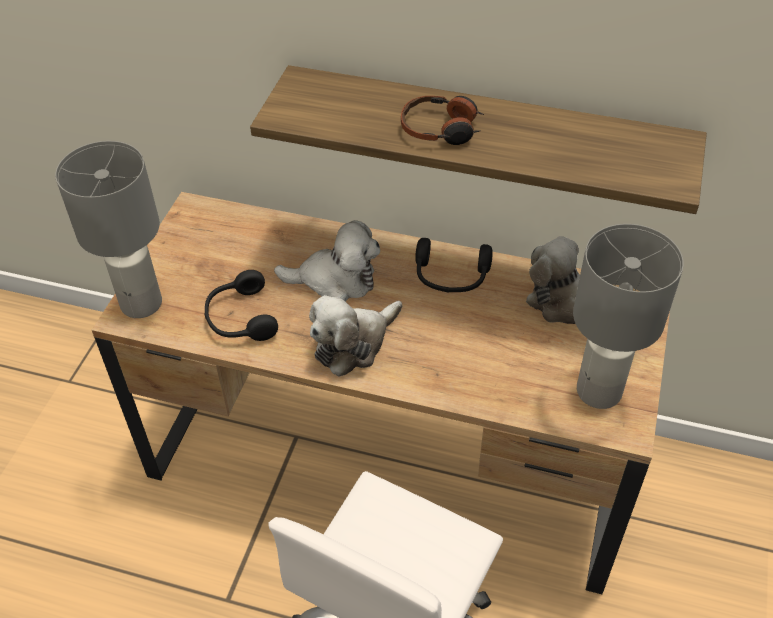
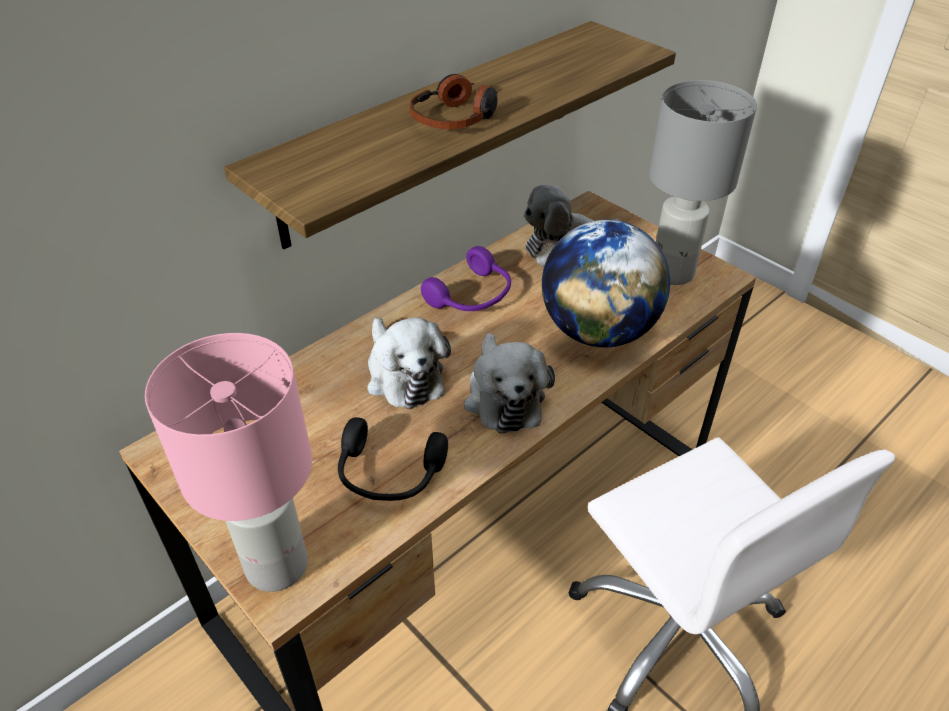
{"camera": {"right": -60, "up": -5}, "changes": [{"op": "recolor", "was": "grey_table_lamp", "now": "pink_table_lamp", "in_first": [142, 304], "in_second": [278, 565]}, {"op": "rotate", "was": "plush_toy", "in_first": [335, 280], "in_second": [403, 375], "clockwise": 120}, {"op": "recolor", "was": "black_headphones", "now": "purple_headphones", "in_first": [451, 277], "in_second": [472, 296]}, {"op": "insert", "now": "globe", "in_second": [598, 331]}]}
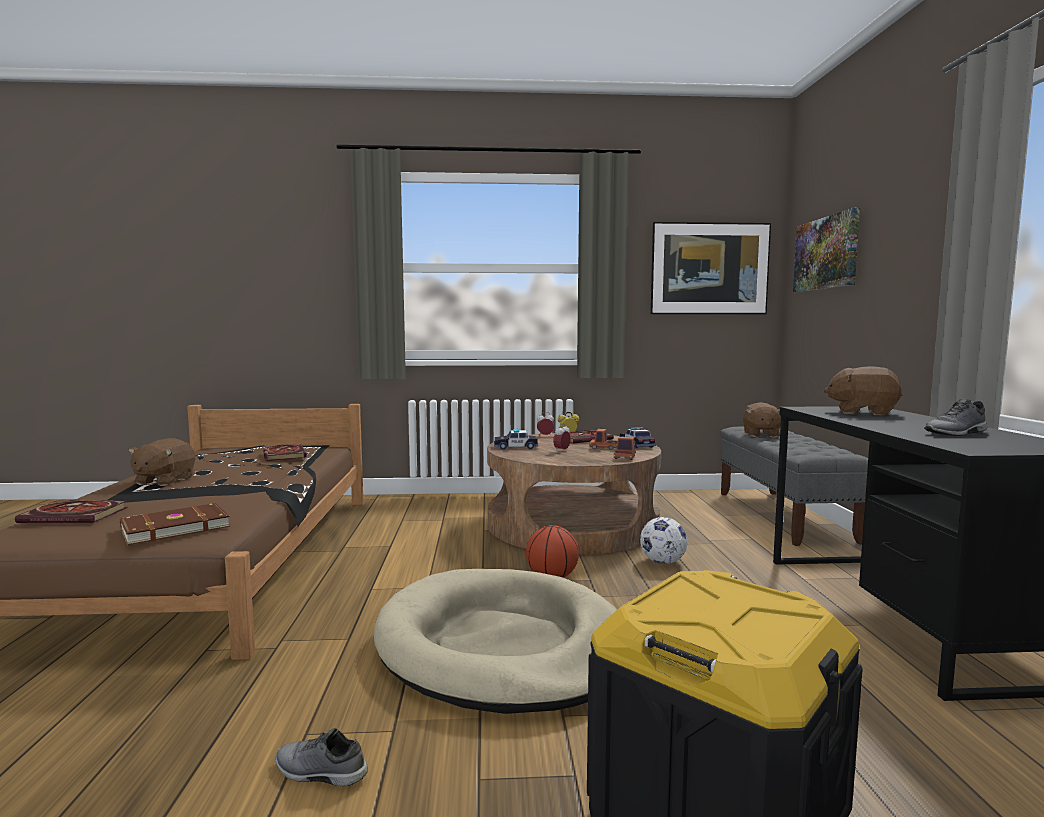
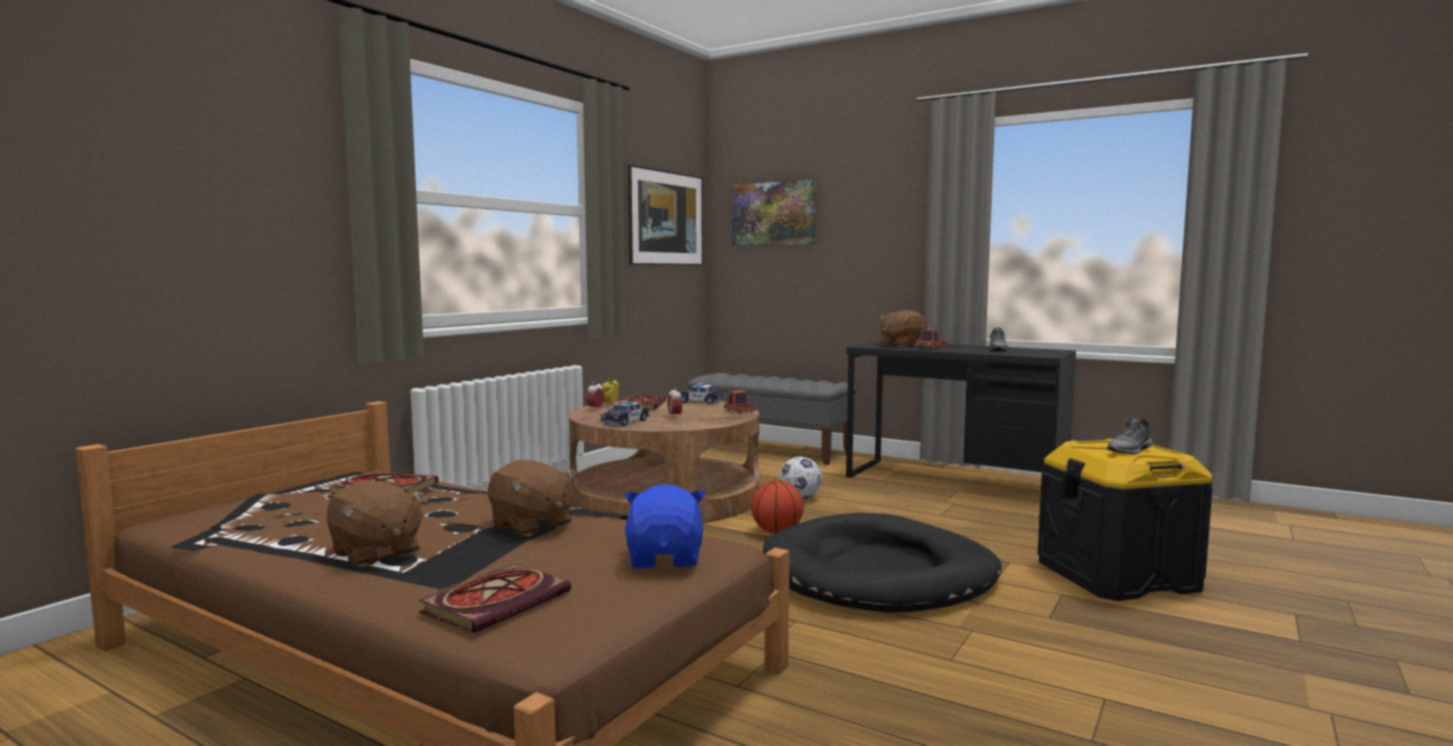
{"camera": {"right": -55, "up": 0}, "changes": [{"op": "replace", "was": "brown_book", "now": "blue_plush_toy", "in_first": [174, 527], "in_second": [665, 558]}, {"op": "move", "was": "grey_shoe", "in_first": [319, 773], "in_second": [1130, 450]}, {"op": "recolor", "was": "beige_dog_bed", "now": "black_dog_bed", "in_first": [503, 646], "in_second": [880, 573]}, {"op": "move", "was": "toy_truck", "in_first": [604, 448], "in_second": [931, 347]}, {"op": "move", "was": "brown_plush_toy", "in_first": [760, 434], "in_second": [531, 525]}]}
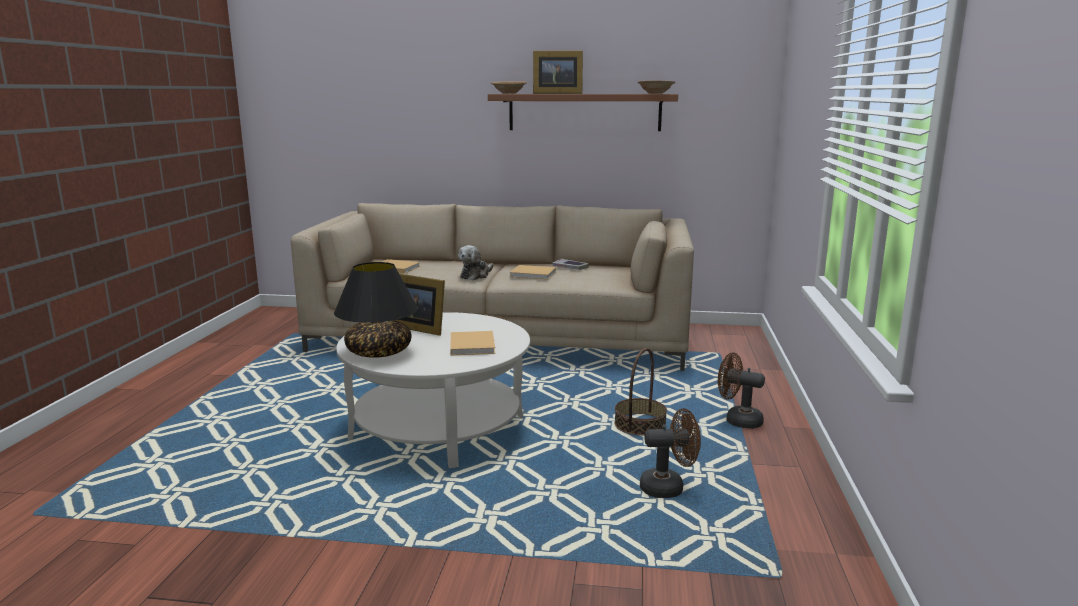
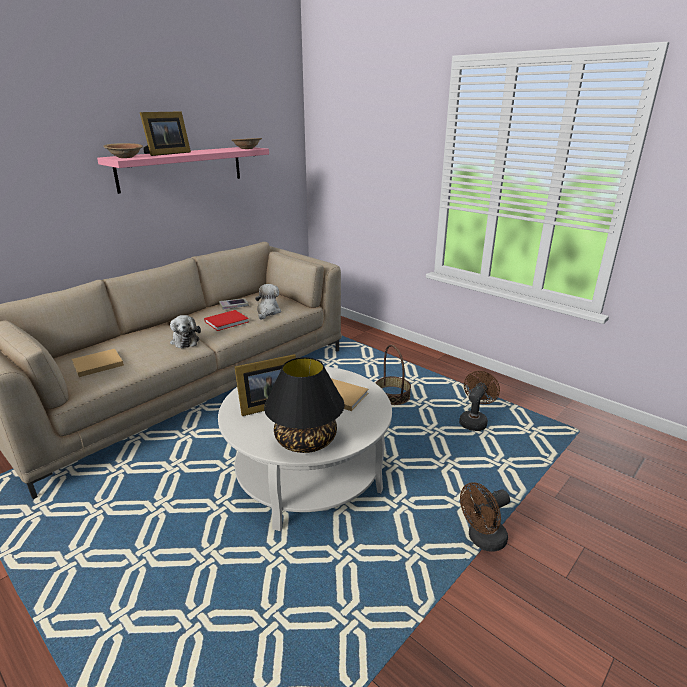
{"camera": {"right": -55, "up": 10}, "changes": [{"op": "recolor", "was": "brown_shelf", "now": "pink_shelf", "in_first": [584, 112], "in_second": [181, 168]}, {"op": "recolor", "was": "beige_book", "now": "red_book", "in_first": [534, 274], "in_second": [228, 321]}, {"op": "move", "was": "brown_fan", "in_first": [737, 420], "in_second": [482, 540]}, {"op": "insert", "now": "plush_toy", "in_second": [268, 312]}]}
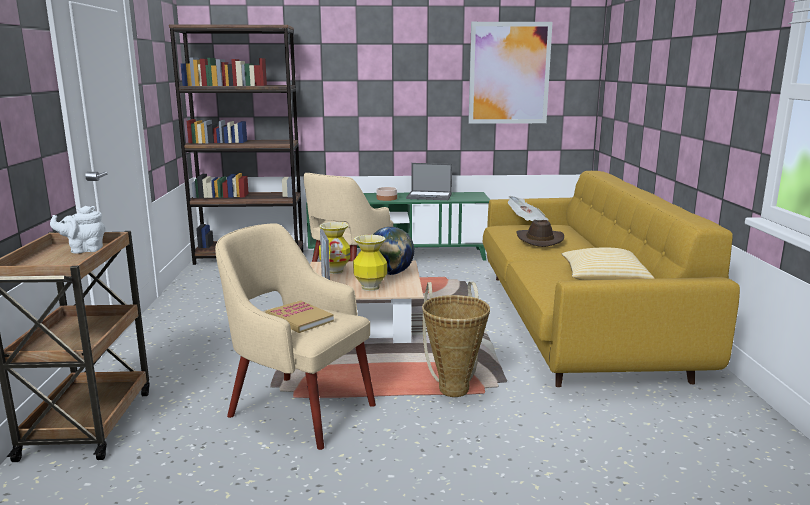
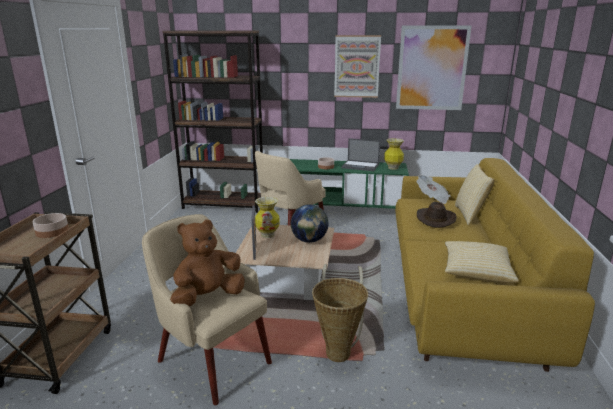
{"camera": {"right": 10, "up": 5}, "changes": [{"op": "replace", "was": "white_teapot", "now": "bowl", "in_first": [84, 250], "in_second": [52, 231]}, {"op": "replace", "was": "book", "now": "brown_plush_toy", "in_first": [299, 319], "in_second": [208, 297]}, {"op": "move", "was": "vase", "in_first": [370, 288], "in_second": [393, 168]}, {"op": "insert", "now": "picture", "in_second": [357, 66]}, {"op": "insert", "now": "pillow", "in_second": [470, 215]}]}
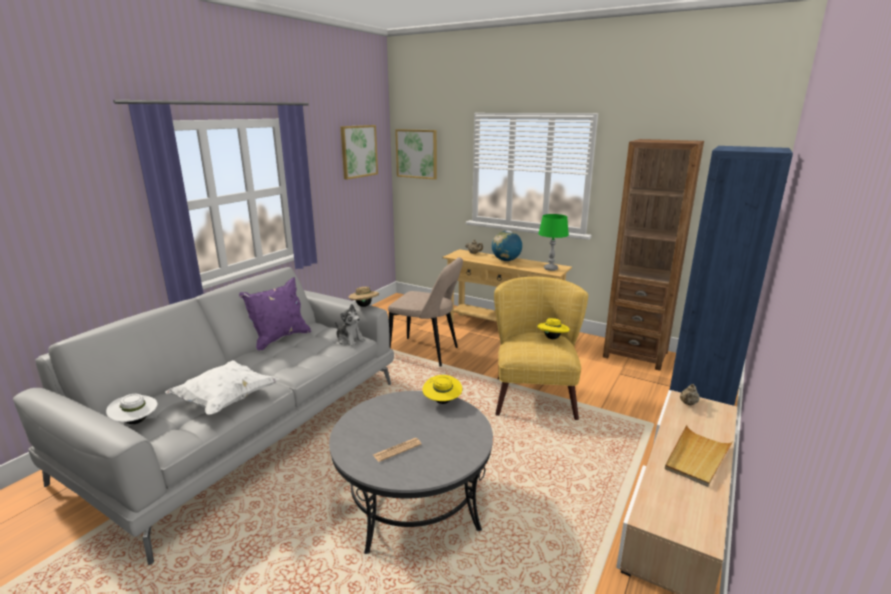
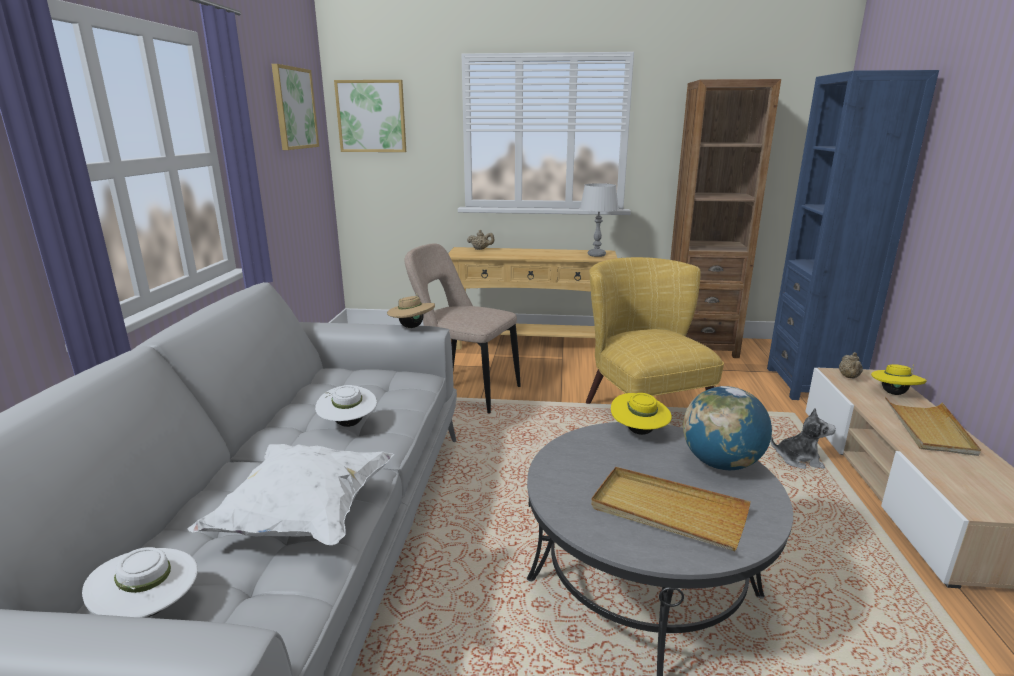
{"camera": {"right": -25, "up": 0}, "changes": [{"op": "delete", "was": "purple_pillow", "in_first": [280, 338]}, {"op": "move", "was": "plush_toy", "in_first": [349, 340], "in_second": [799, 460]}, {"op": "replace", "was": "newspaper", "now": "beige_tray", "in_first": [397, 450], "in_second": [667, 512]}, {"op": "rotate", "was": "beige_chair", "in_first": [426, 353], "in_second": [464, 391], "clockwise": -150}, {"op": "move", "was": "globe", "in_first": [506, 260], "in_second": [721, 463]}, {"op": "move", "was": "yellow_hat", "in_first": [552, 338], "in_second": [894, 393]}, {"op": "recolor", "was": "green_table_lamp", "now": "grey_table_lamp", "in_first": [550, 269], "in_second": [596, 255]}, {"op": "insert", "now": "white_hat", "in_second": [348, 424]}]}
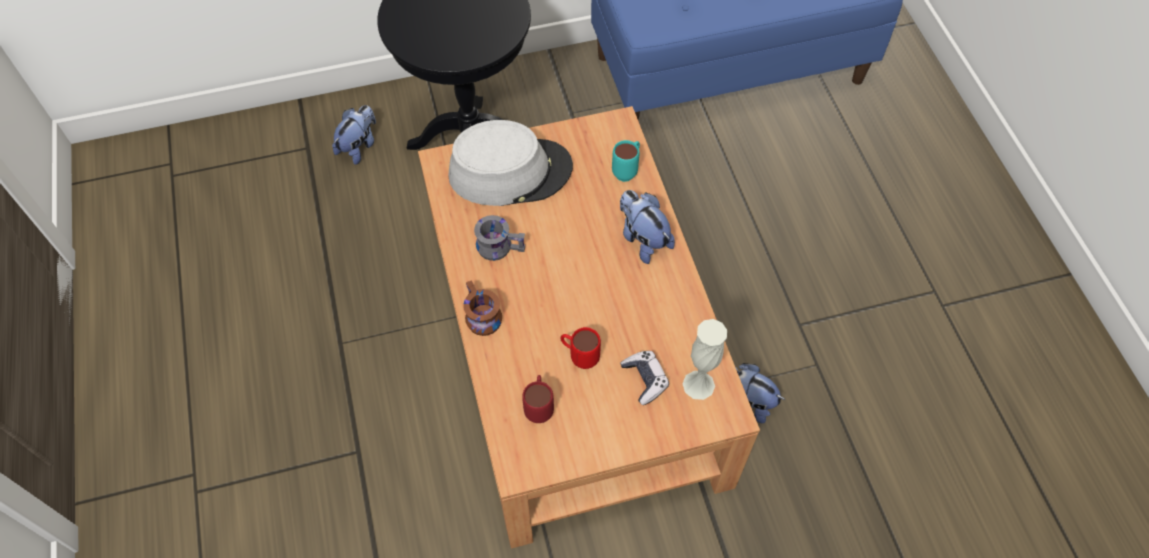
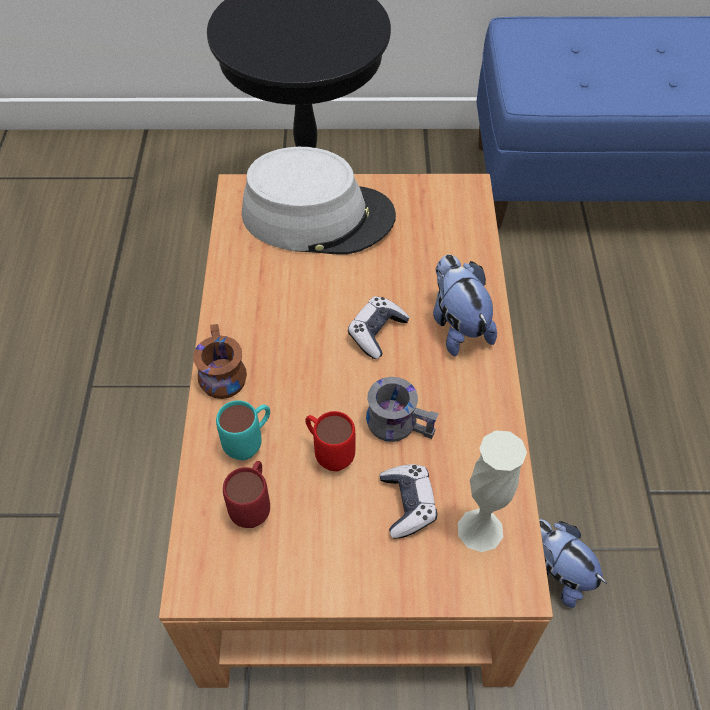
{"camera": {"right": 15, "up": -5}, "changes": [{"op": "delete", "was": "plush_toy", "in_first": [359, 146]}, {"op": "move", "was": "grey_mug", "in_first": [500, 245], "in_second": [400, 421]}, {"op": "move", "was": "turquoise_mug", "in_first": [627, 171], "in_second": [250, 444]}, {"op": "insert", "now": "game_controller", "in_second": [376, 332]}]}
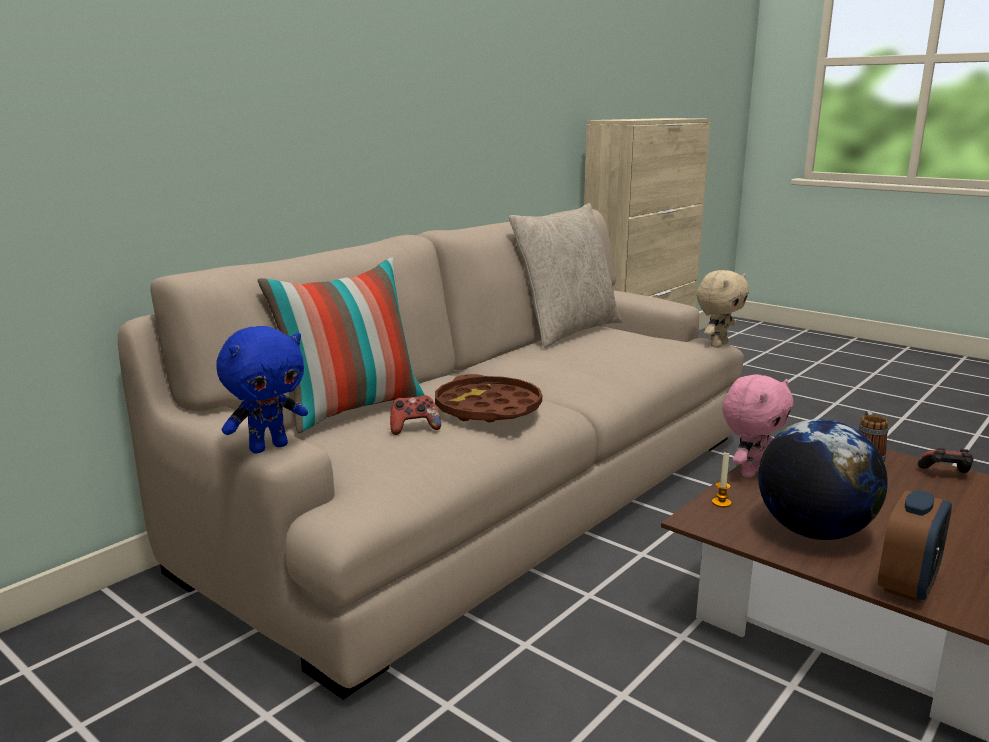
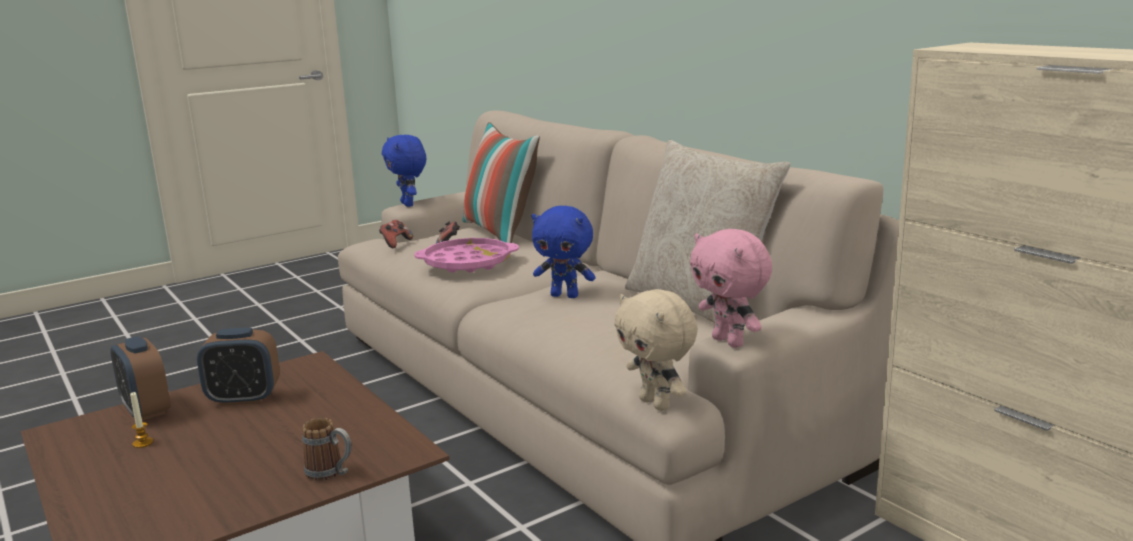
{"camera": {"right": 105, "up": 0}, "changes": [{"op": "recolor", "was": "brown_tray", "now": "pink_tray", "in_first": [488, 409], "in_second": [467, 263]}, {"op": "move", "was": "candle", "in_first": [721, 503], "in_second": [143, 443]}, {"op": "move", "was": "pink_plush_toy", "in_first": [750, 471], "in_second": [729, 342]}, {"op": "replace", "was": "globe", "now": "alarm_clock", "in_first": [813, 532], "in_second": [244, 398]}, {"op": "move", "was": "game_controller", "in_first": [945, 474], "in_second": [395, 243]}, {"op": "insert", "now": "blue_plush_toy", "in_second": [565, 295]}]}
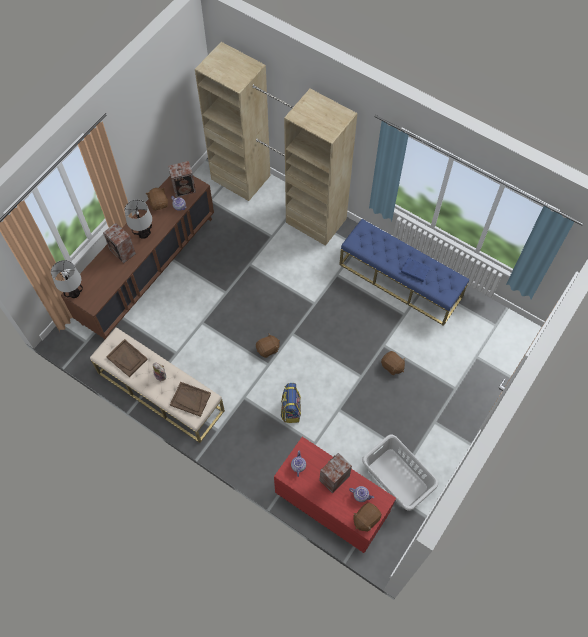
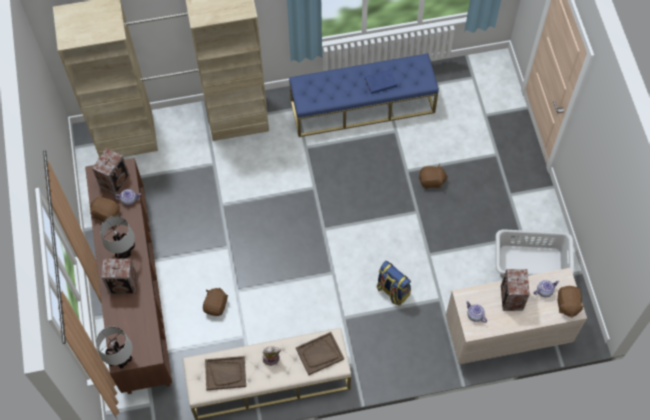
{"camera": {"right": -45, "up": 0}, "changes": [{"op": "move", "was": "brown_plush_toy", "in_first": [268, 349], "in_second": [216, 305]}, {"op": "recolor", "was": "red_dresser", "now": "beige_dresser", "in_first": [331, 505], "in_second": [506, 334]}]}
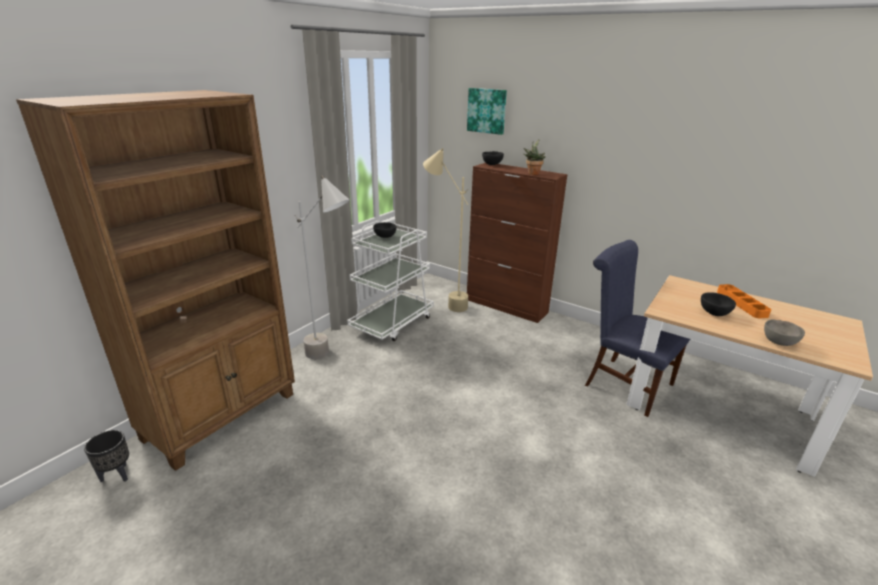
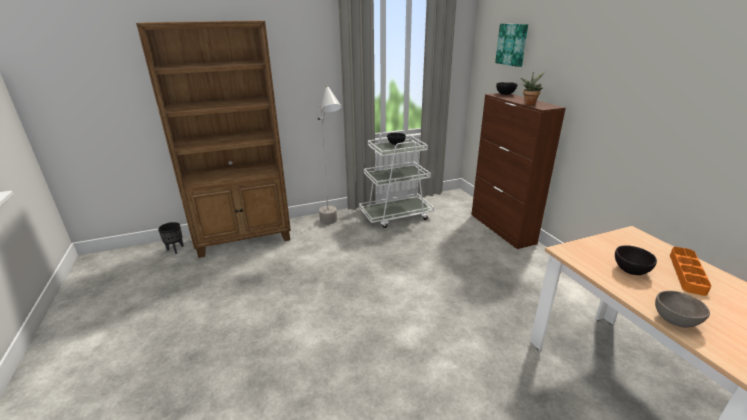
{"camera": {"right": 35, "up": 0}, "changes": [{"op": "delete", "was": "beige_floor_lamp", "in_first": [445, 302]}, {"op": "delete", "was": "blue_chair", "in_first": [623, 383]}]}
